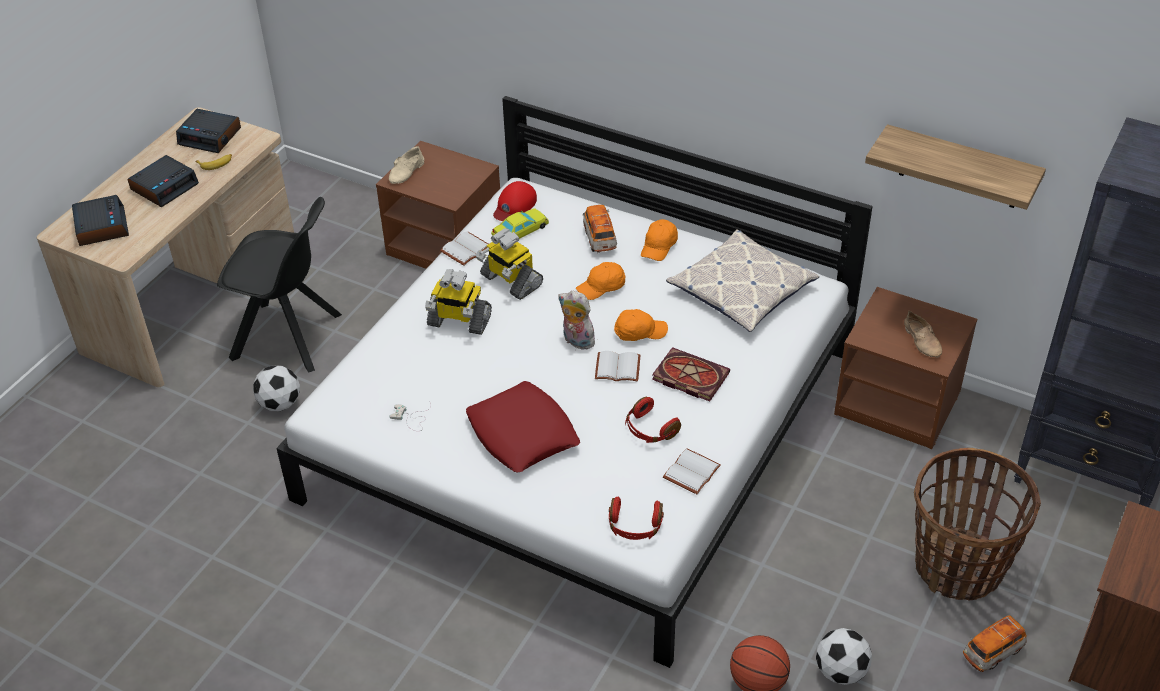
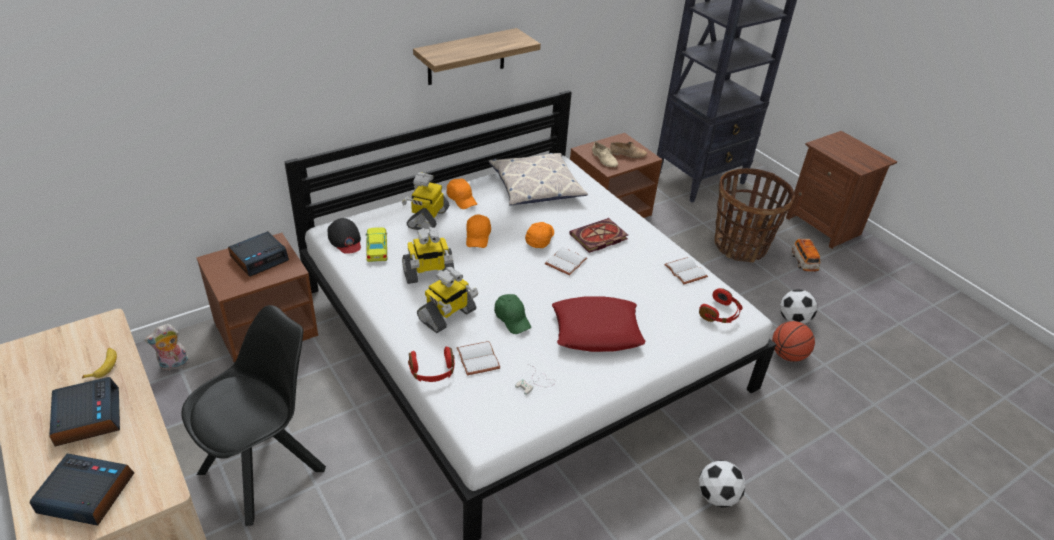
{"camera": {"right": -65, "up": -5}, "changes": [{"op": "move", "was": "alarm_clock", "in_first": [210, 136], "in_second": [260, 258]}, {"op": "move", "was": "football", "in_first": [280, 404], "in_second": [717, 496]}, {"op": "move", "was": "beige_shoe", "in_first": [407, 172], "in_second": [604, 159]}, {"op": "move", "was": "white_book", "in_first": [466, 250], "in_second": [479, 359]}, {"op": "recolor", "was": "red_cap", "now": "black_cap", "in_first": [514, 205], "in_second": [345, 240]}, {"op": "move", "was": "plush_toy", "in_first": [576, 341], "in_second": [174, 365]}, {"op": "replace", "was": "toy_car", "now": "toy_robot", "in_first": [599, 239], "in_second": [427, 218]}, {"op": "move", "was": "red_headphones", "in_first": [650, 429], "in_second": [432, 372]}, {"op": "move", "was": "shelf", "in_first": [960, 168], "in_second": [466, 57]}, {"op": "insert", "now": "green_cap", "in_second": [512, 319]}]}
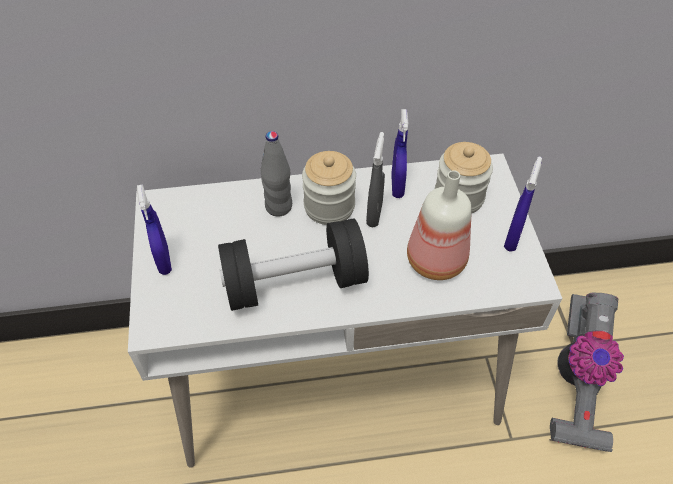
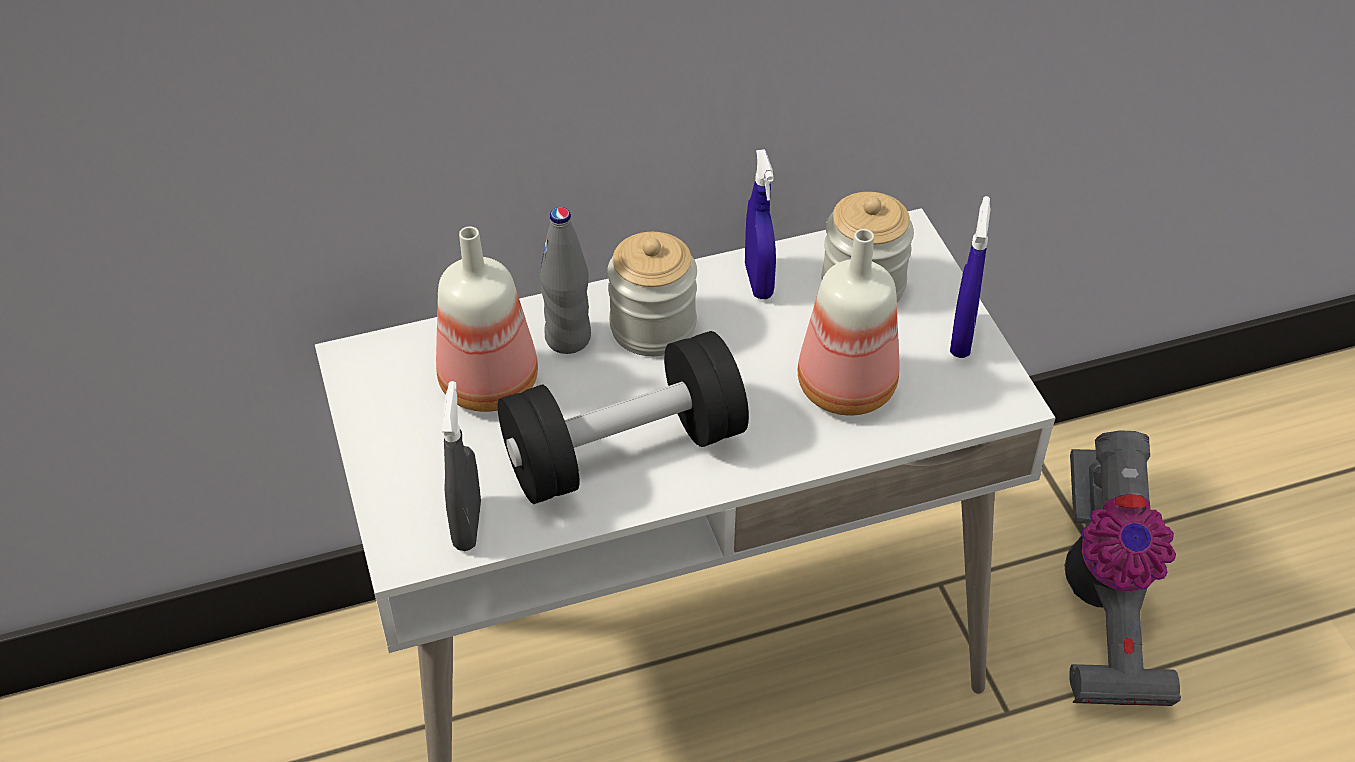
{"camera": {"right": -10, "up": -5}, "changes": [{"op": "delete", "was": "blue_spray_bottle", "in_first": [164, 260]}, {"op": "move", "was": "grey_spray_bottle", "in_first": [374, 214], "in_second": [467, 525]}, {"op": "insert", "now": "bottle", "in_second": [490, 381]}]}
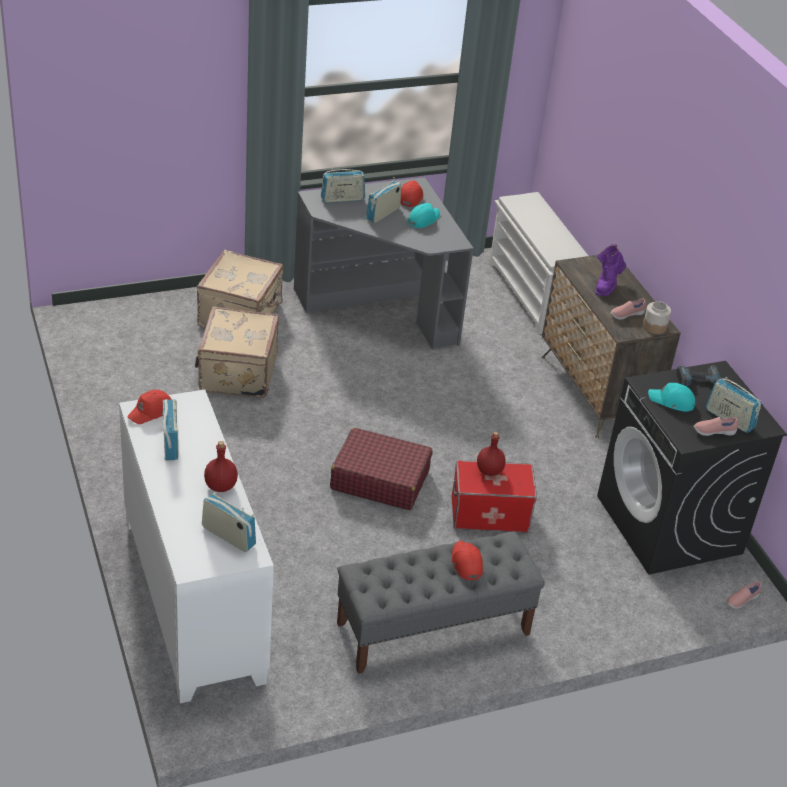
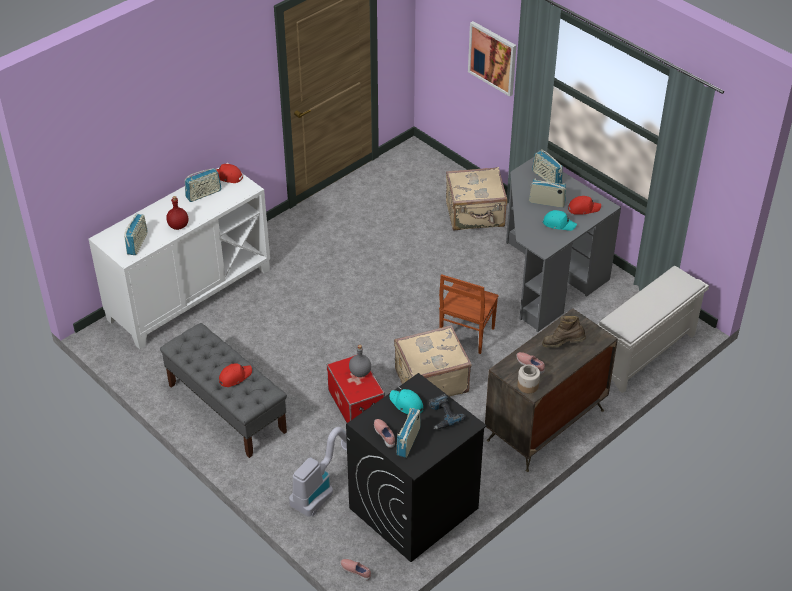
{"camera": {"right": 70, "up": 5}, "changes": [{"op": "move", "was": "beige_suitcase", "in_first": [236, 373], "in_second": [430, 380]}, {"op": "delete", "was": "red_suitcase", "in_first": [379, 479]}, {"op": "recolor", "was": "red_bottle", "now": "grey_bottle", "in_first": [489, 470], "in_second": [360, 372]}, {"op": "recolor", "was": "purple_boot", "now": "brown_boot", "in_first": [607, 285], "in_second": [563, 345]}, {"op": "rotate", "was": "turquoise_cap", "in_first": [671, 401], "in_second": [406, 404], "clockwise": -45}, {"op": "insert", "now": "vacuum_cleaner", "in_second": [321, 488]}, {"op": "insert", "now": "brown_chair", "in_second": [465, 335]}, {"op": "insert", "now": "picture", "in_second": [493, 58]}]}
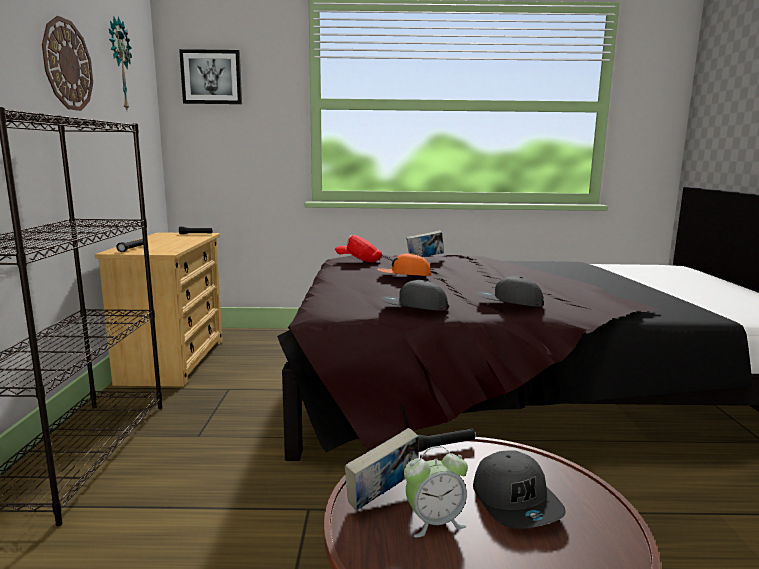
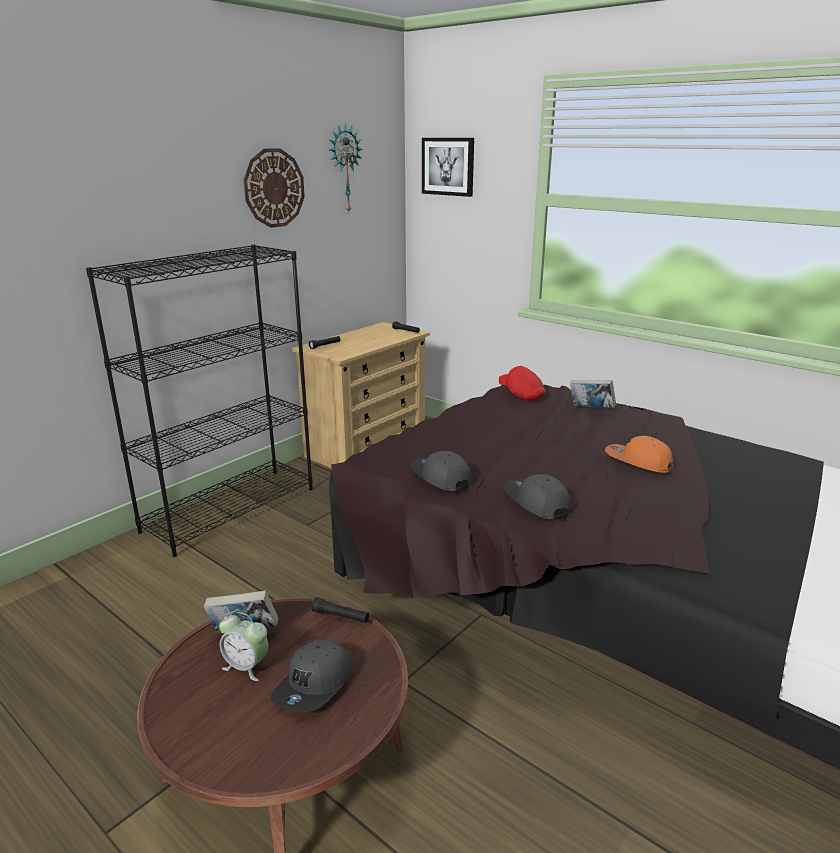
{"camera": {"right": 40, "up": 10}, "changes": [{"op": "move", "was": "orange_cap", "in_first": [403, 275], "in_second": [637, 462]}]}
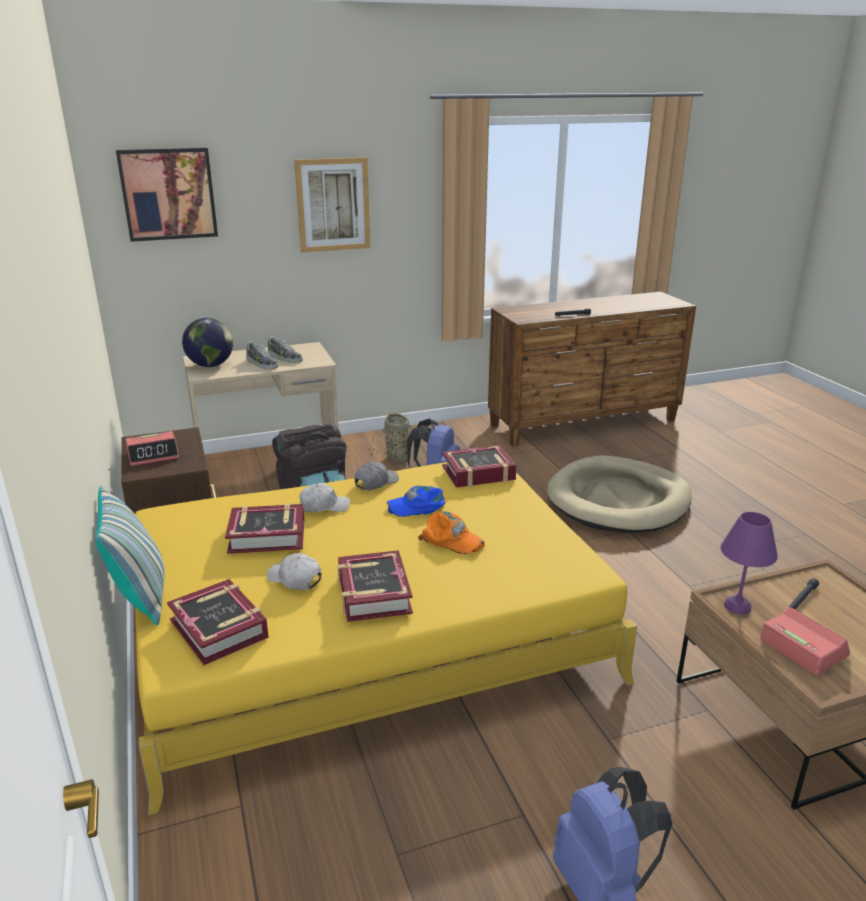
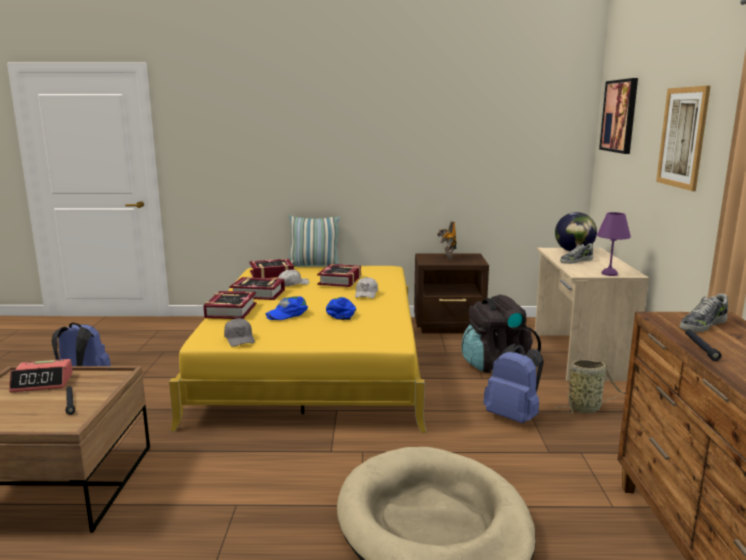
{"camera": {"right": 110, "up": -10}, "changes": [{"op": "replace", "was": "alarm_clock", "now": "toy_robot", "in_first": [153, 455], "in_second": [447, 257]}, {"op": "move", "was": "shoe", "in_first": [284, 358], "in_second": [702, 325]}, {"op": "move", "was": "grey_cap", "in_first": [376, 482], "in_second": [239, 339]}, {"op": "recolor", "was": "orange_cap", "now": "blue_cap", "in_first": [451, 540], "in_second": [287, 313]}, {"op": "move", "was": "book", "in_first": [478, 473], "in_second": [230, 311]}, {"op": "move", "was": "purple_table_lamp", "in_first": [738, 607], "in_second": [609, 274]}]}
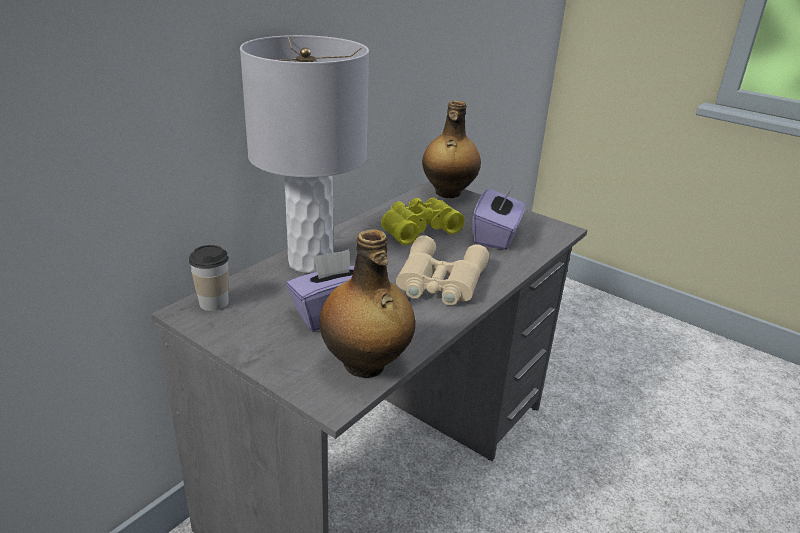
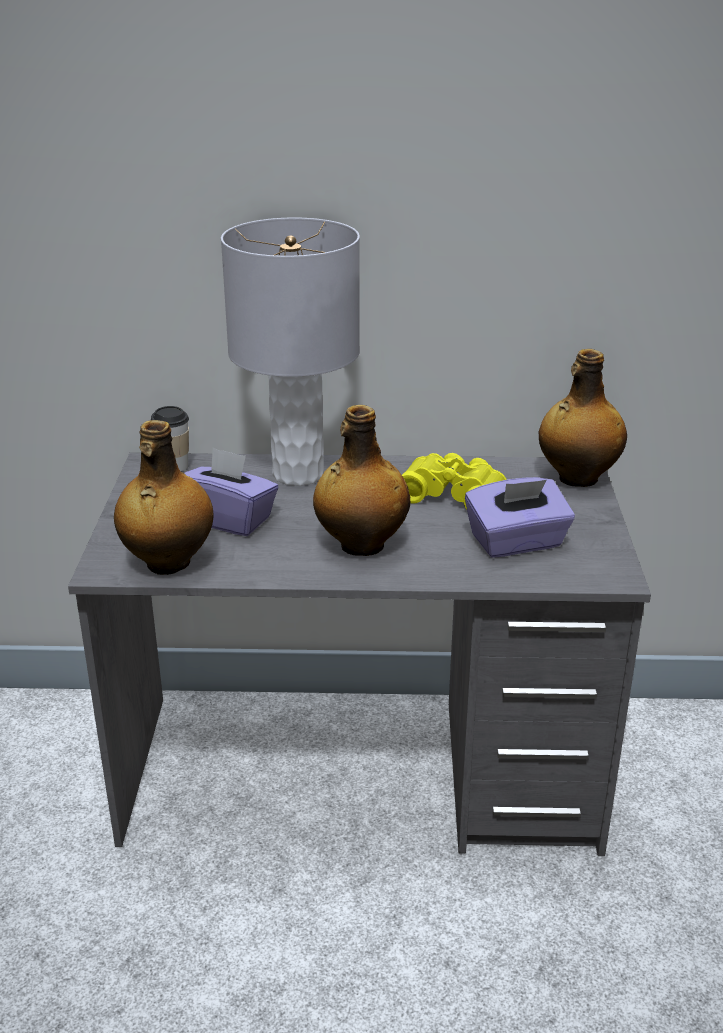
{"camera": {"right": 55, "up": 0}, "changes": [{"op": "replace", "was": "beige_binoculars", "now": "bottle", "in_first": [439, 281], "in_second": [360, 545]}]}
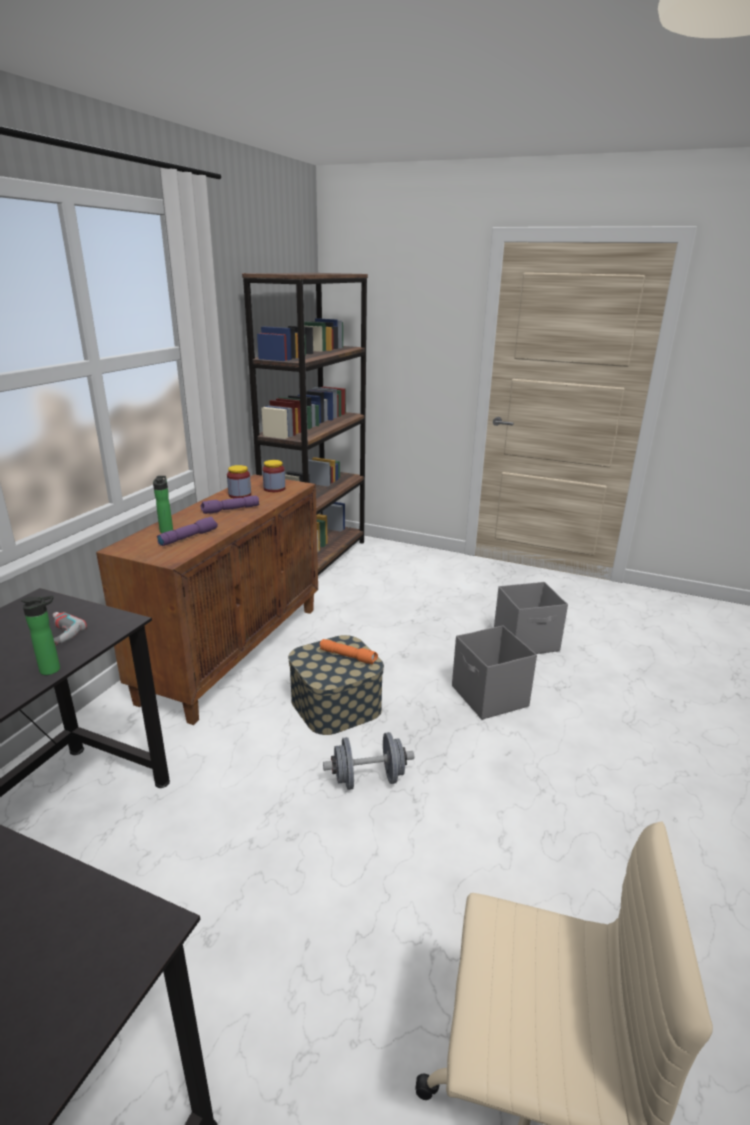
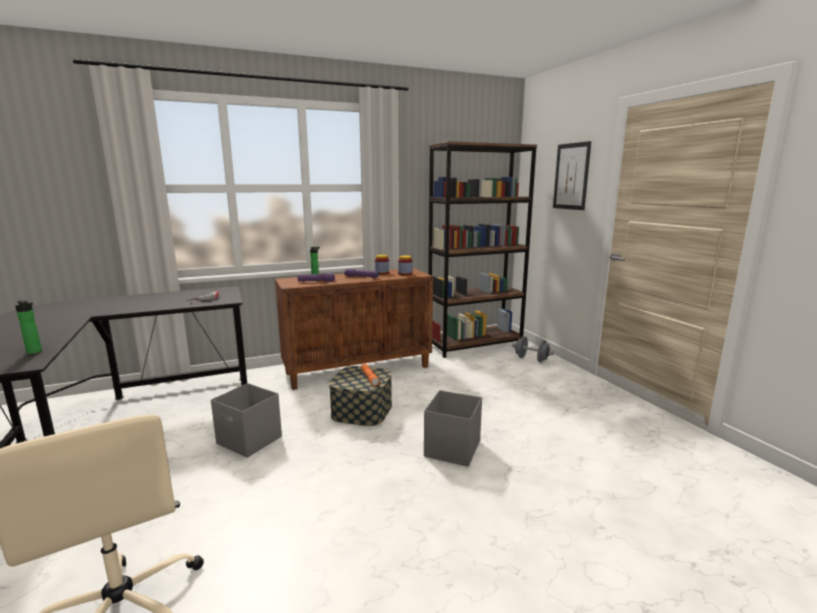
{"camera": {"right": 45, "up": -10}, "changes": [{"op": "move", "was": "bottle", "in_first": [53, 669], "in_second": [35, 352]}, {"op": "move", "was": "grey_dumbbell", "in_first": [368, 779], "in_second": [531, 359]}, {"op": "move", "was": "grey_storage_box", "in_first": [526, 641], "in_second": [249, 441]}, {"op": "insert", "now": "picture", "in_second": [571, 176]}]}
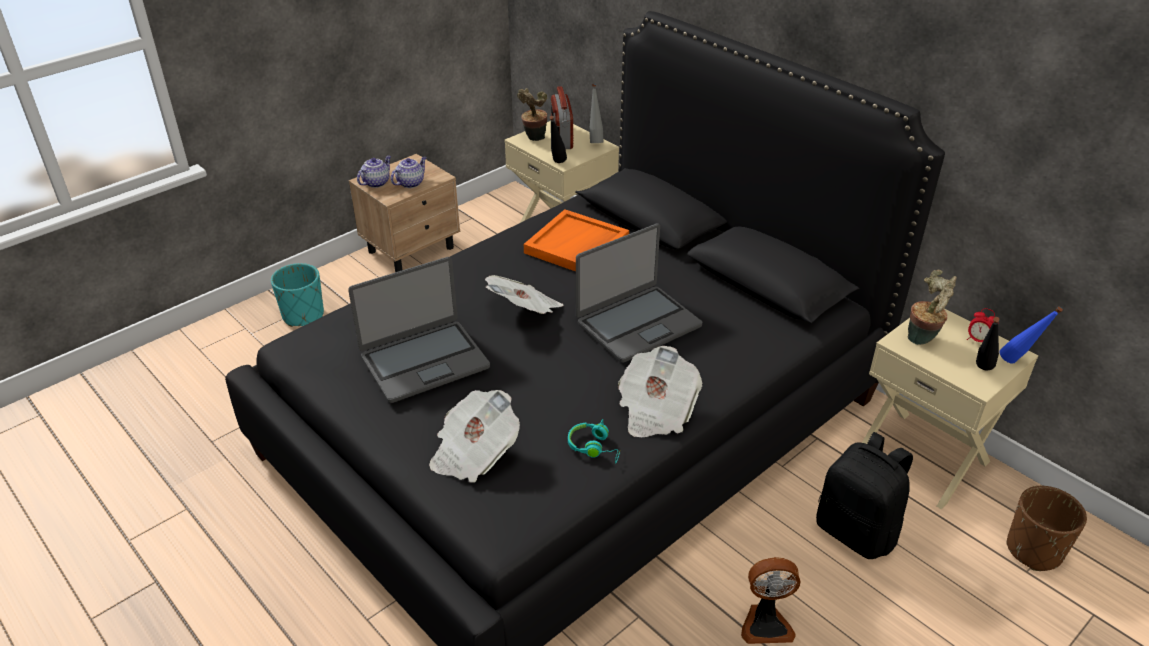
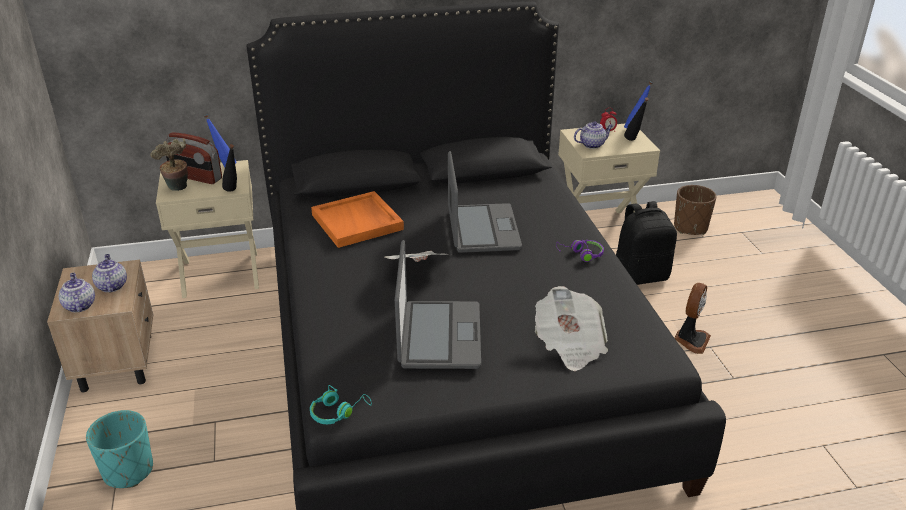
{"camera": {"right": -60, "up": -5}, "changes": [{"op": "move", "was": "turquoise_headphones", "in_first": [594, 447], "in_second": [338, 412]}, {"op": "recolor", "was": "grey_bottle", "now": "blue_bottle", "in_first": [595, 140], "in_second": [224, 165]}, {"op": "replace", "was": "newspaper", "now": "purple_headphones", "in_first": [655, 410], "in_second": [581, 254]}, {"op": "replace", "was": "potted_plant", "now": "teapot", "in_first": [923, 339], "in_second": [592, 144]}]}
